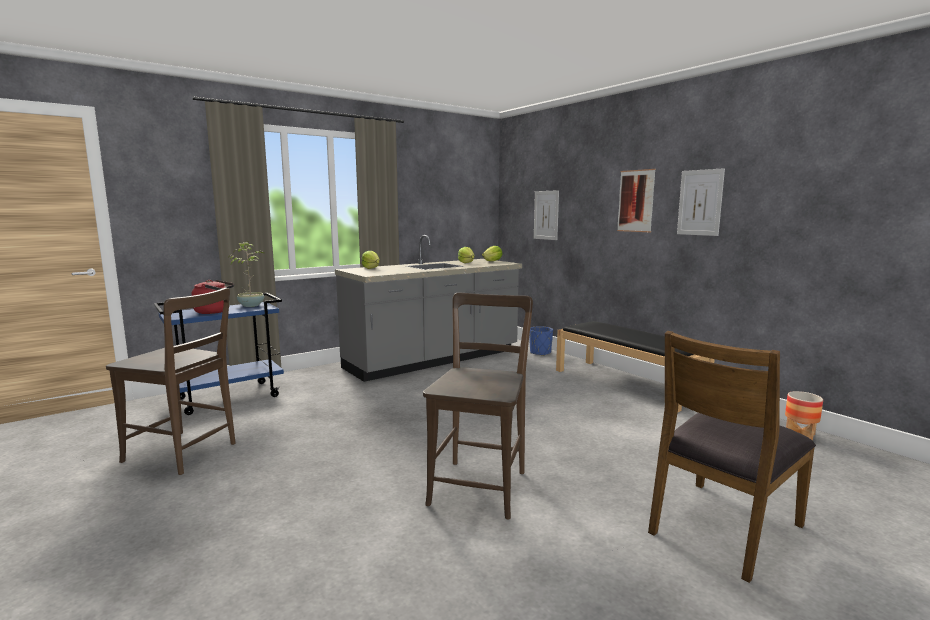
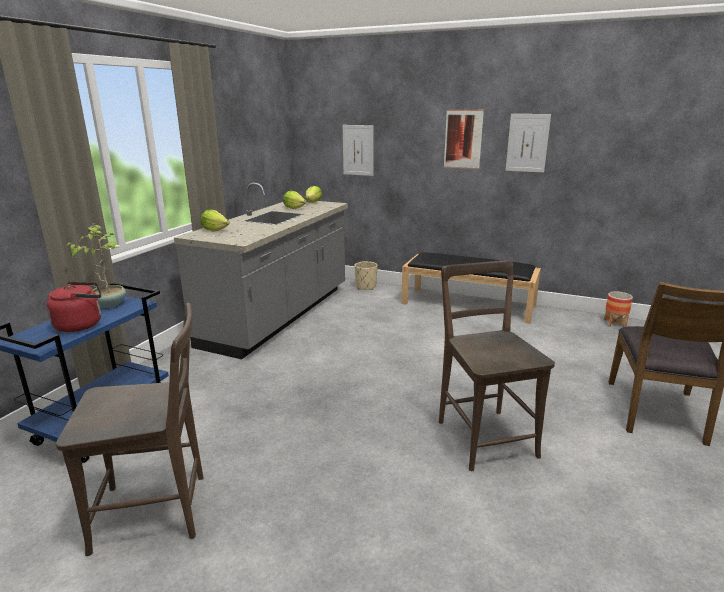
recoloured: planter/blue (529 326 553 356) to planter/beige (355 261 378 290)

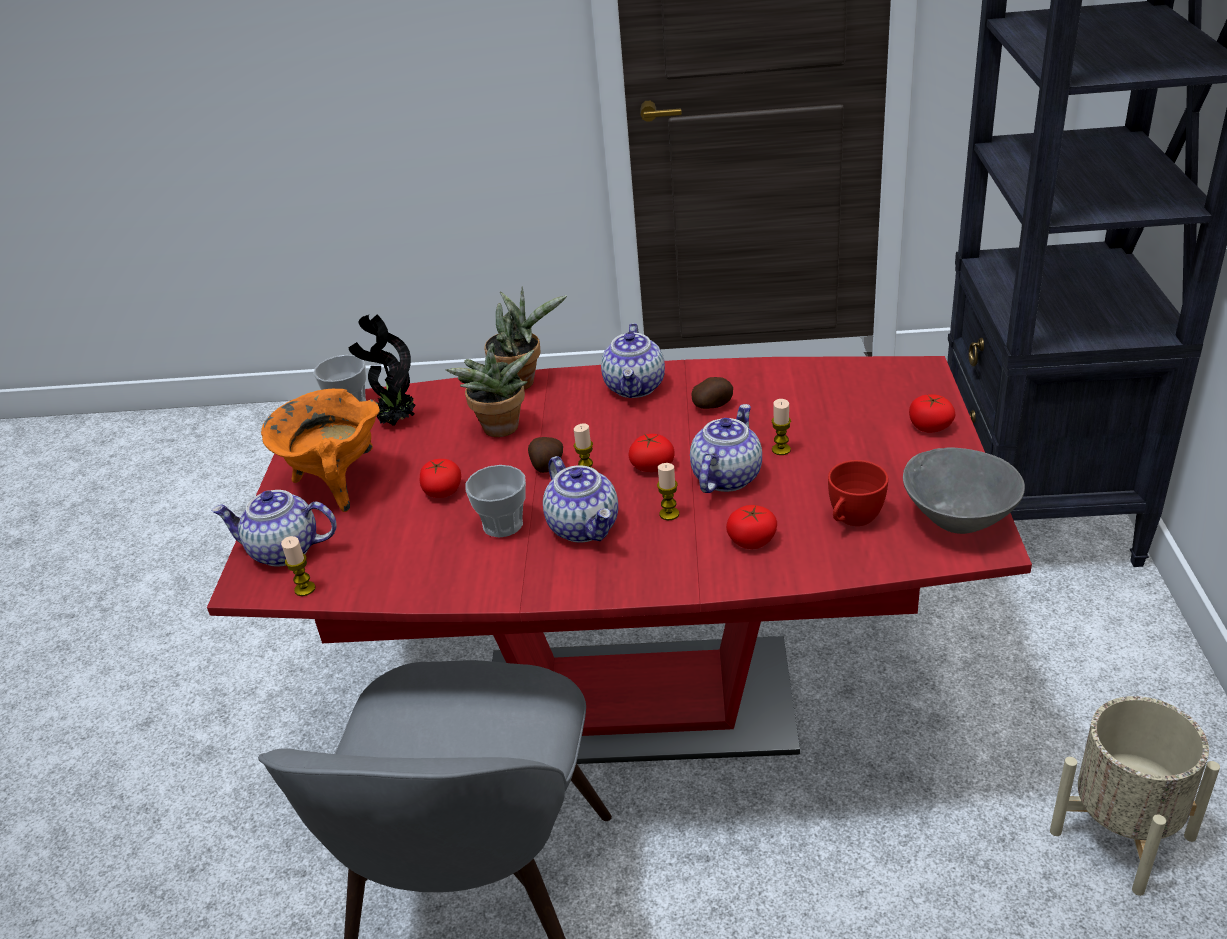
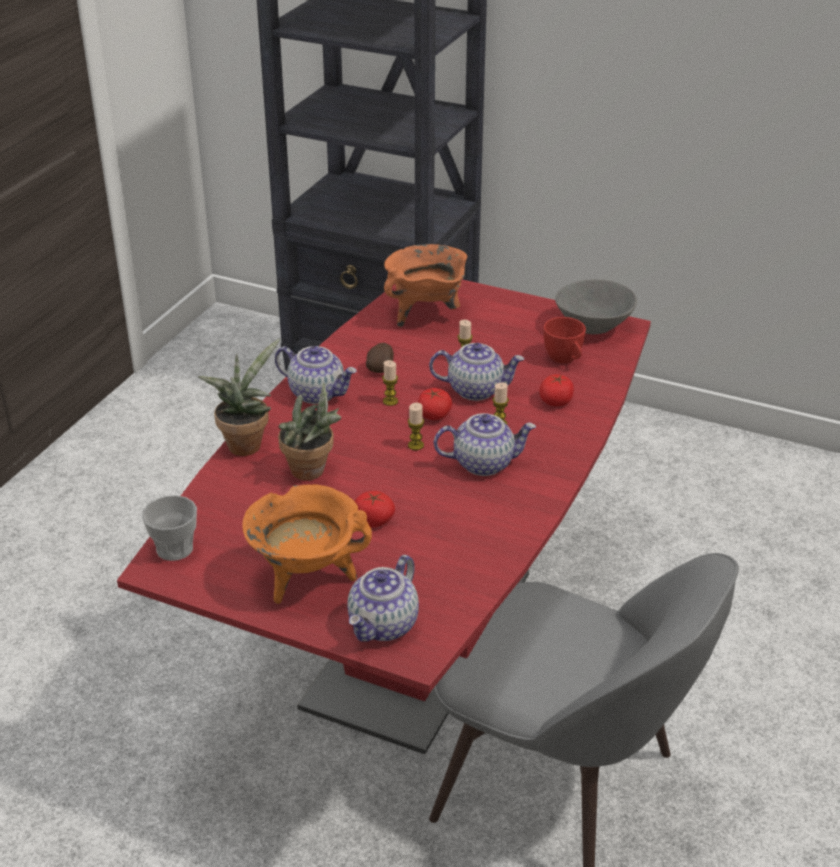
removed: potted plant (348 314 416 426); cup (465 465 526 537); potato (528 437 563 473); tomato (909 394 955 433); planter/beige (1050 696 1220 896)
added: cooking pot/orange (384 244 468 327)
moved: candle (281 536 315 596) to (382 360 398 406)
turned: teapot (690 404 762 493) = (429 343 524 401) 135 degrees clockwise

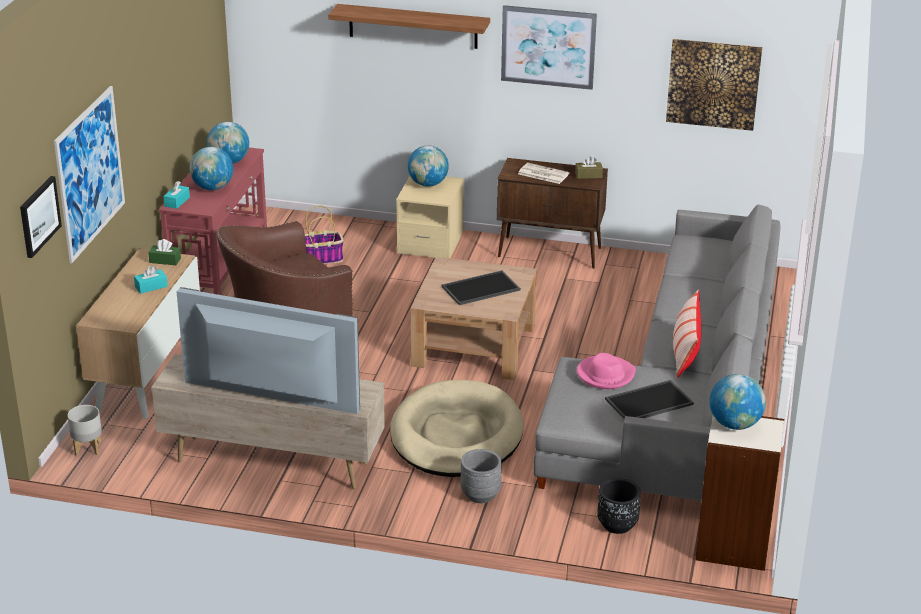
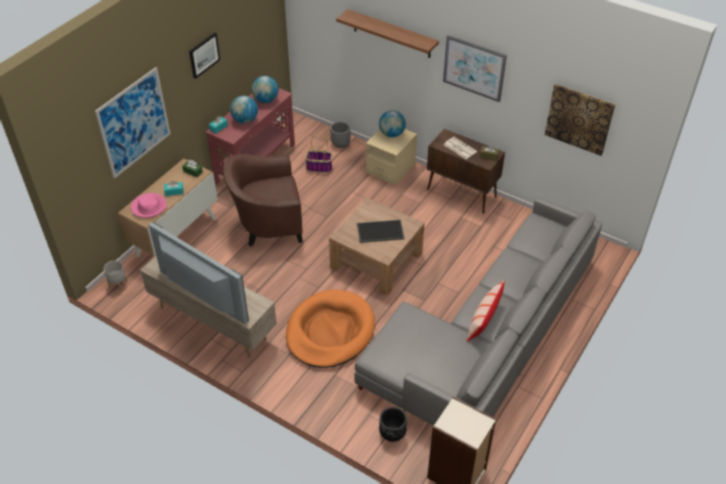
removed: tray (605 380 694 419); globe (709 374 766 430)
moved: hat/pink (577 353 636 389) to (131 193 167 218); picture (20 176 62 258) to (189 32 220 79); planter/grey (461 449 502 503) to (330 121 351 148)
recoloured: dog bed/beige (390 380 524 477) to dog bed/orange (286 290 375 368)

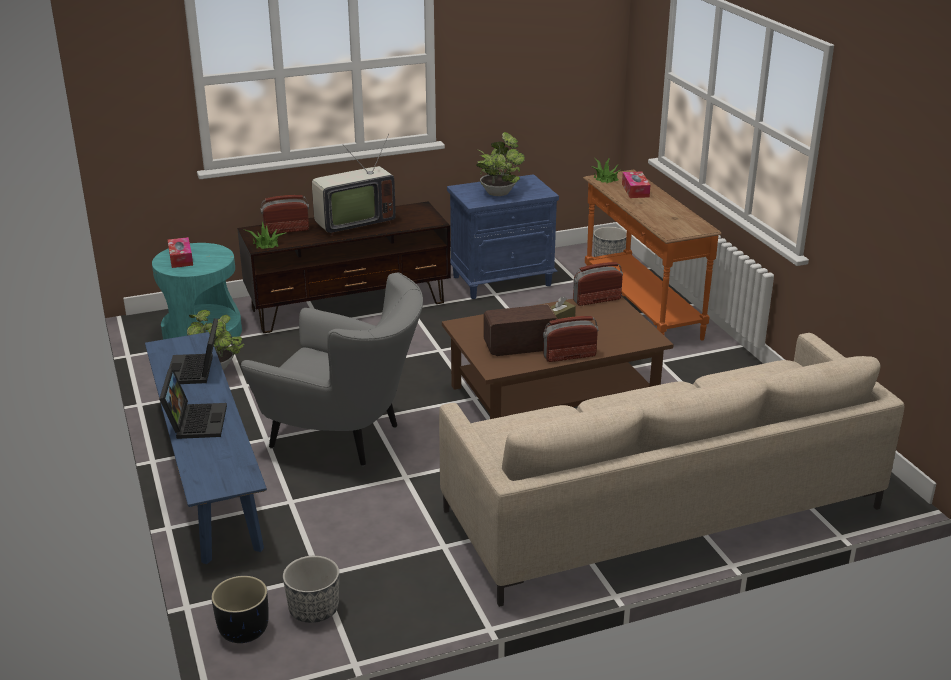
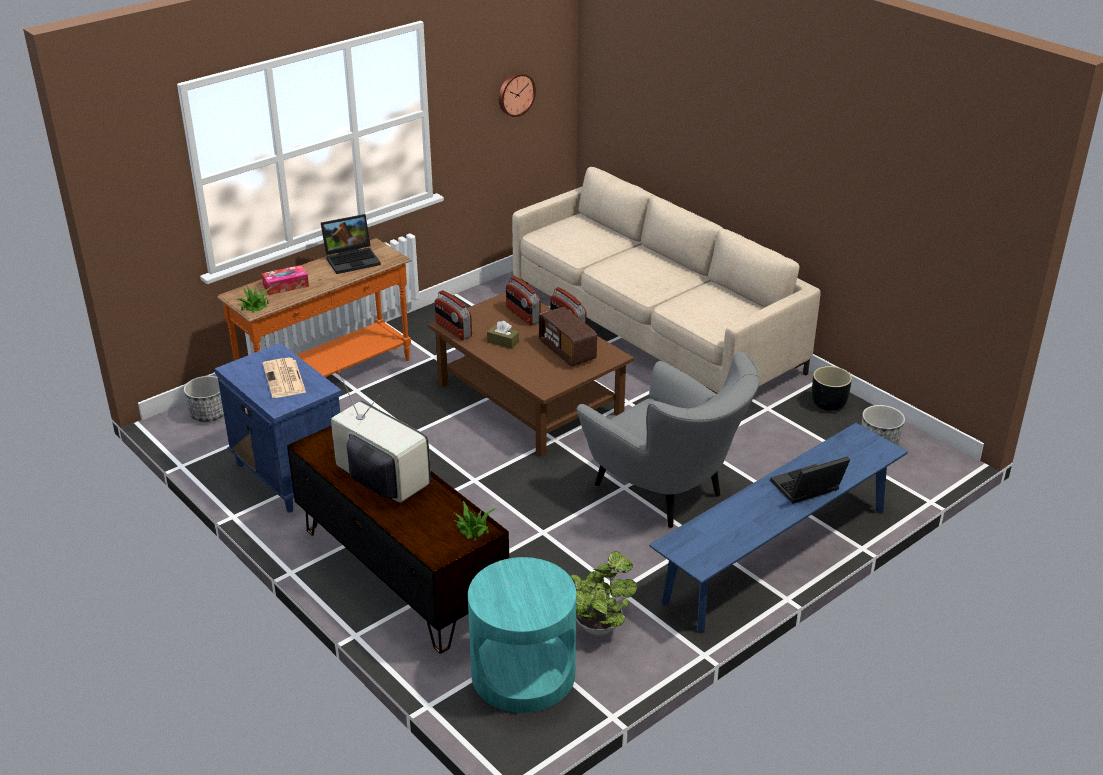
removed: tissue box (168 237 193 268)
added: wall clock (499 73 536 117)
moved: laptop (169 318 218 384) to (321 214 381 274); radio (260 195 309 234) to (506 276 541 326); planter/black (211 576 269 643) to (812 366 852 411)
replaced: potted plant (476 132 525 196) to newspaper (263 358 306 398)
turned: armchair/grey (241 272 423 466) = (576 352 760 528) 135 degrees clockwise

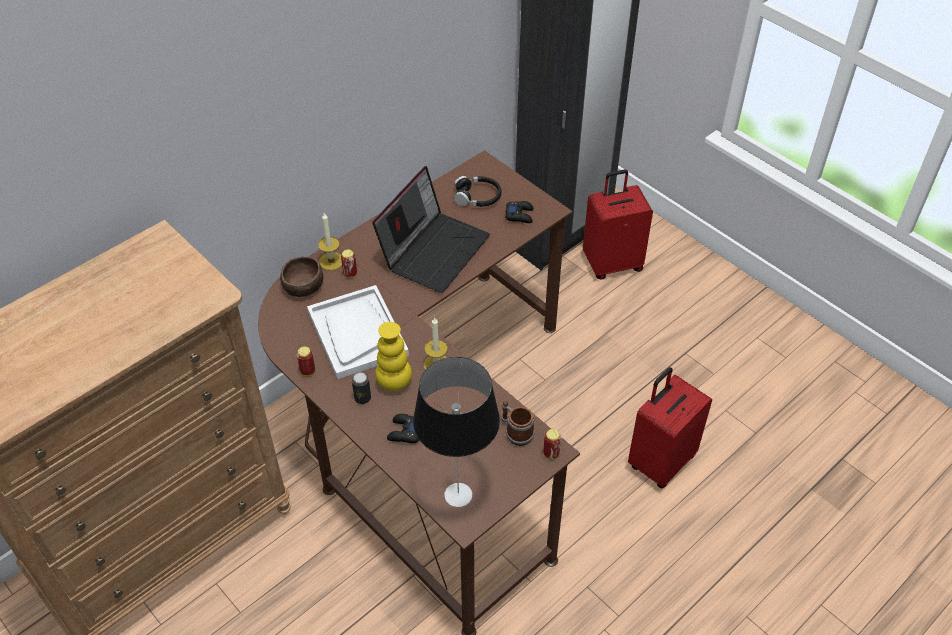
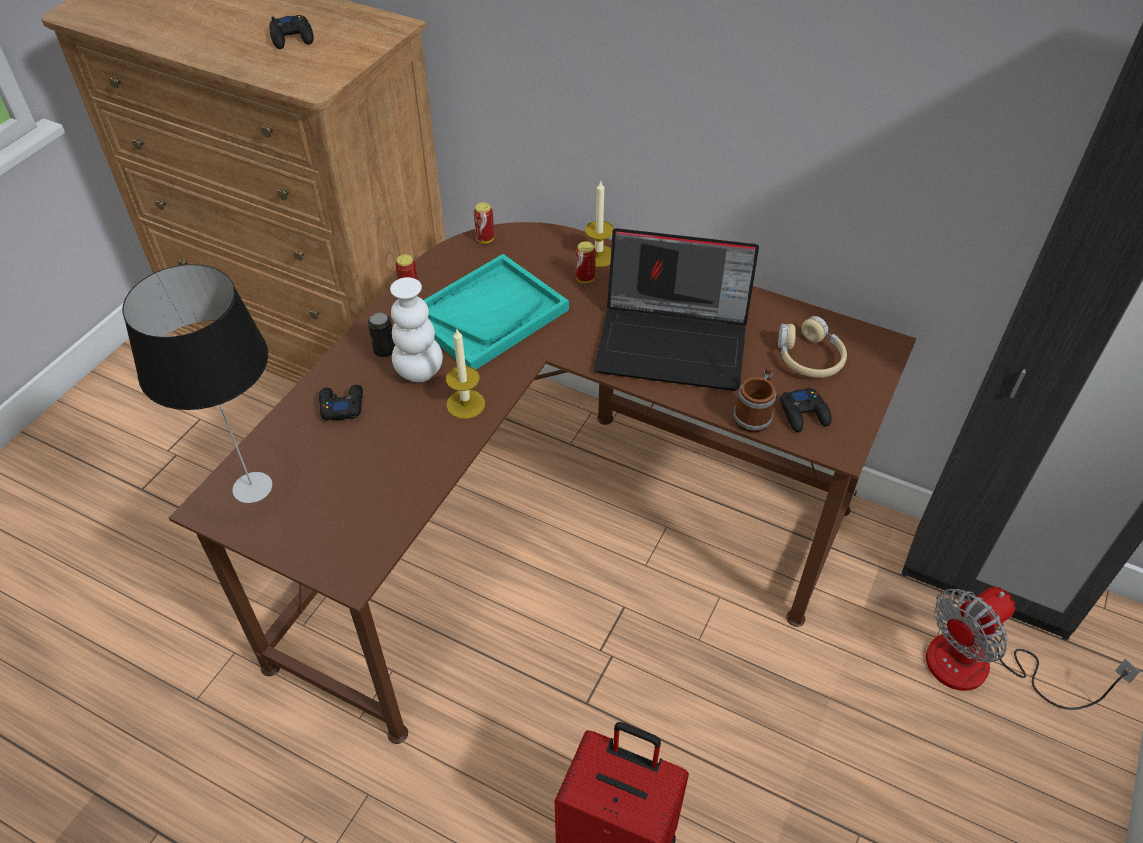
removed: bowl/brown (280 257 323 297)
added: game controller/black (269 15 313 49)
moved: can (543 429 561 460) to (474 202 494 243); mug (502 401 535 446) to (733 366 776 433)
replaced: suitcase/red (583 170 653 280) to fan (926 587 1140 710)
recoloured: vase/yellow (375 322 412 391) to vase/white (390 277 443 382); tray/white (307 285 409 379) to tray/turquoise (424 254 569 370); headphones/black (454 176 501 207) to headphones/beige (778 316 847 378)

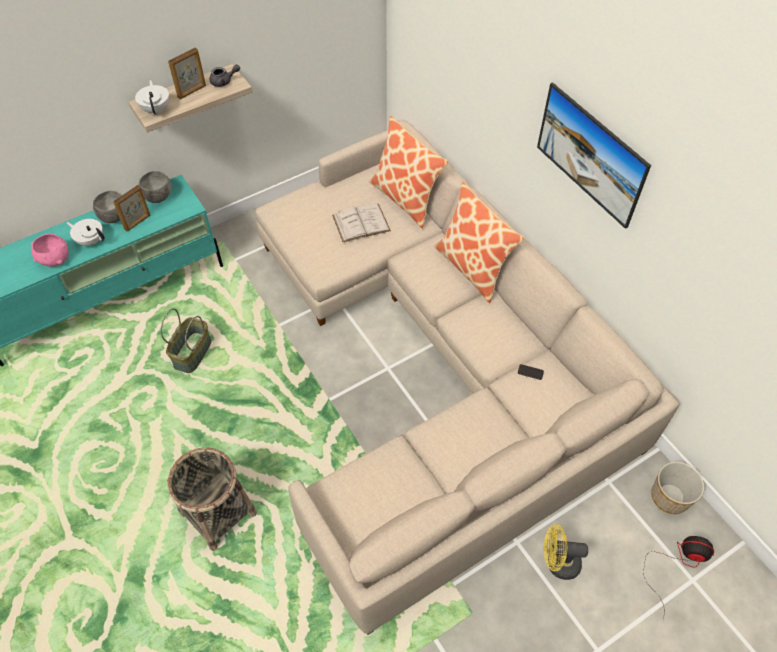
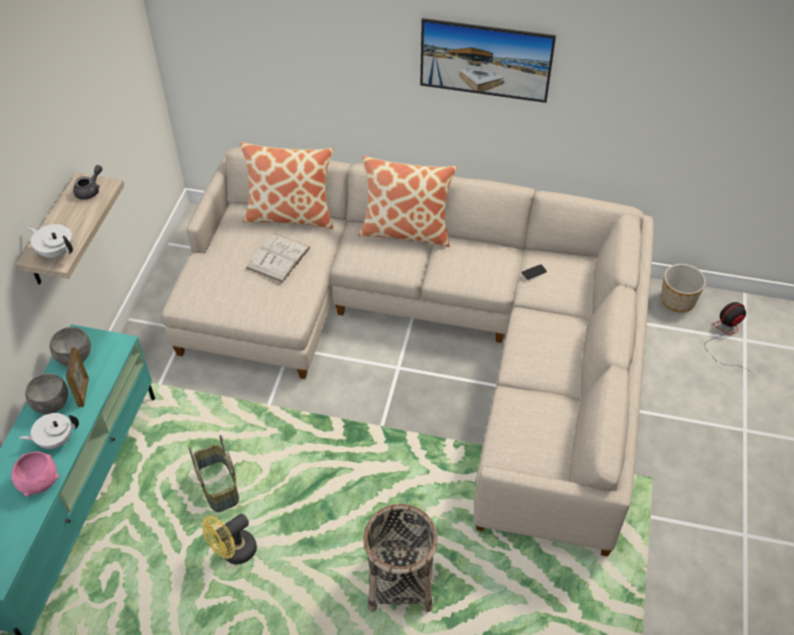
removed: picture frame (168 47 206 99)
moved: fan/yellow (544 524 588 580) to (202 514 257 564)

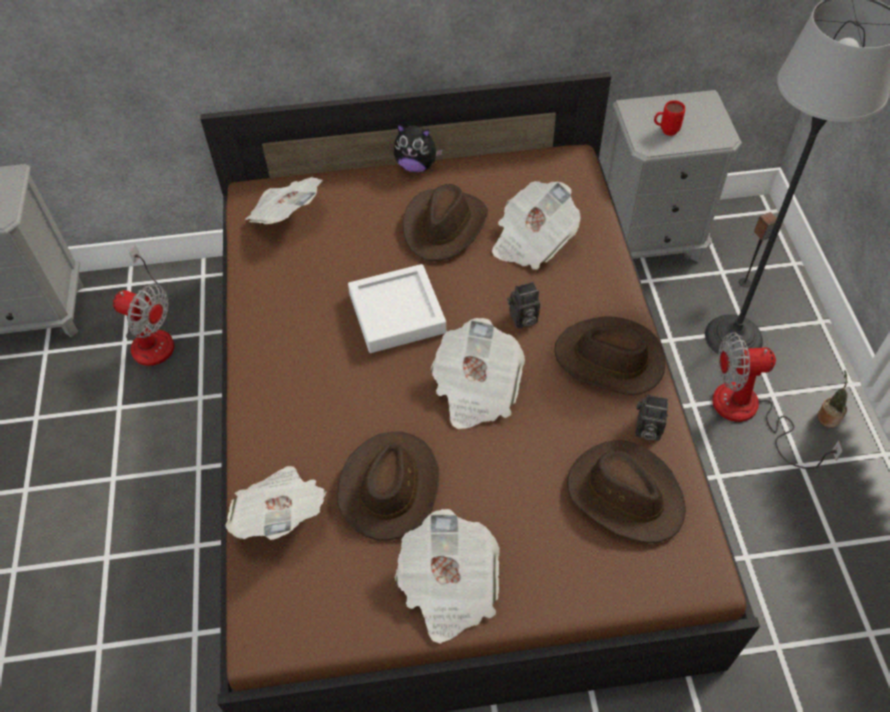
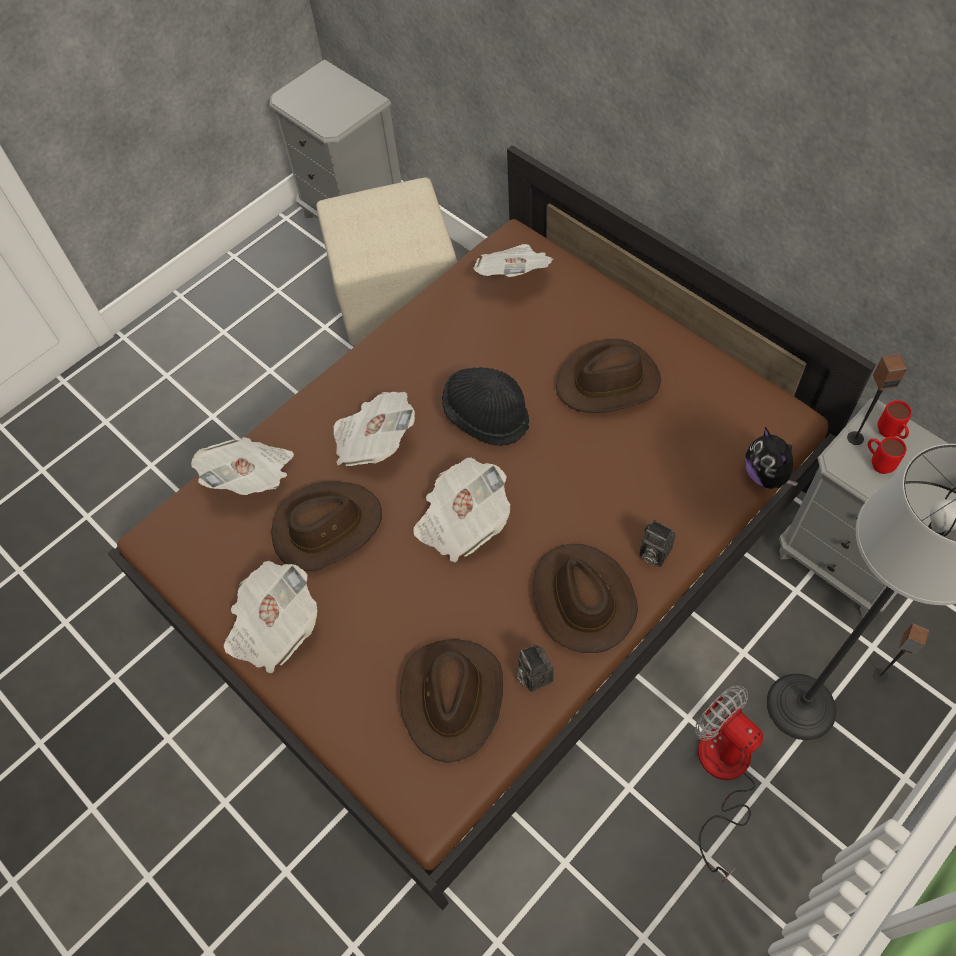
removed: potted plant (817 370 848 428)
added: speaker (847 354 907 445); mug/red (877 400 912 439)
moved: newspaper (492 181 581 270) to (333 392 415 466); photo camera (507 282 540 328) to (639 520 675 567); plush toy (394 124 443 172) to (745 427 798 489)
replaced: fan (113 245 174 366) to ottoman/beige (316 177 457 345); tray/white (348 264 446 353) to hat/black (442 367 529 446)

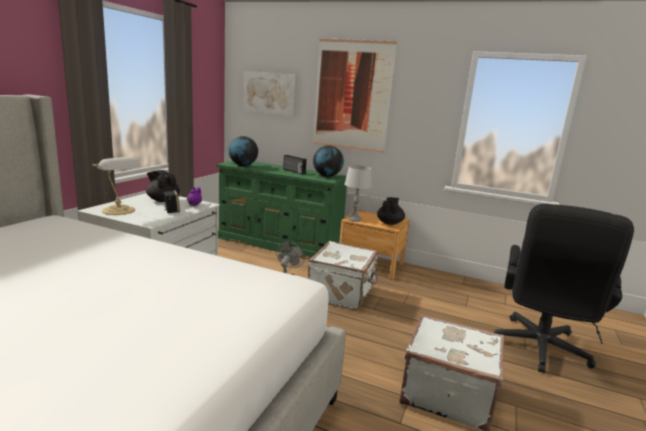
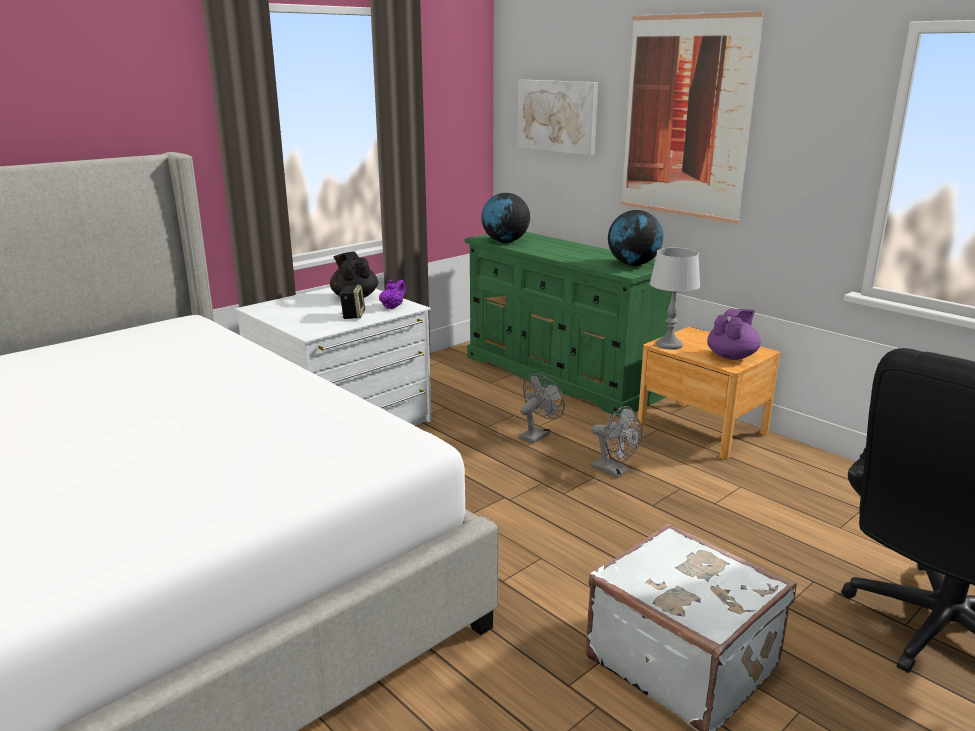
removed: table lamp (92 157 141 215); radio (283 155 306 174)
replaced: suitcase/white (308 241 378 310) to fan/grey (592 406 642 478)
recoloured: teapot/black (377 197 405 225) to teapot/purple (707 309 761 360)

